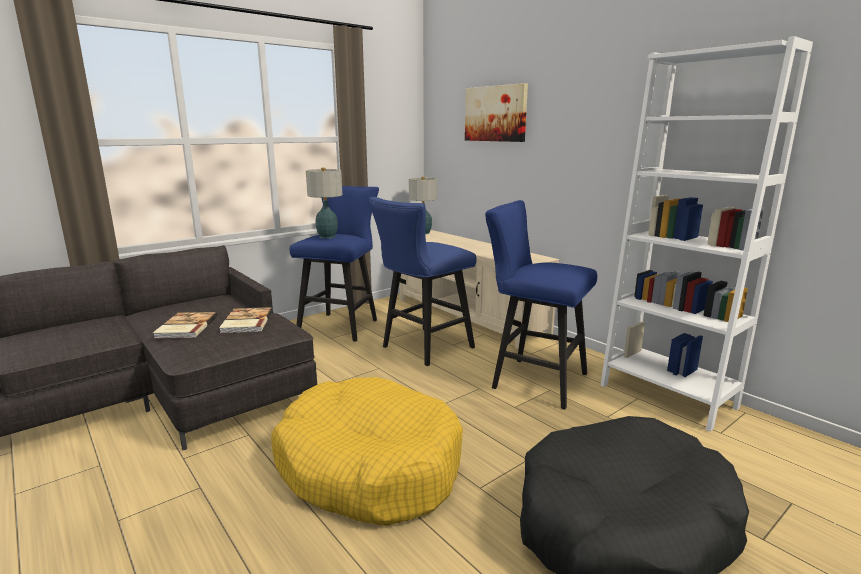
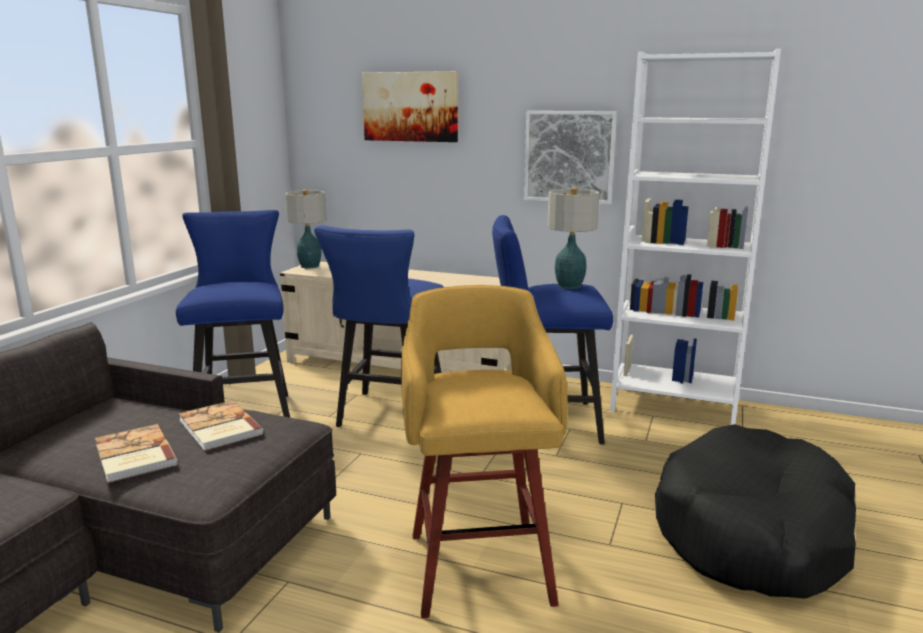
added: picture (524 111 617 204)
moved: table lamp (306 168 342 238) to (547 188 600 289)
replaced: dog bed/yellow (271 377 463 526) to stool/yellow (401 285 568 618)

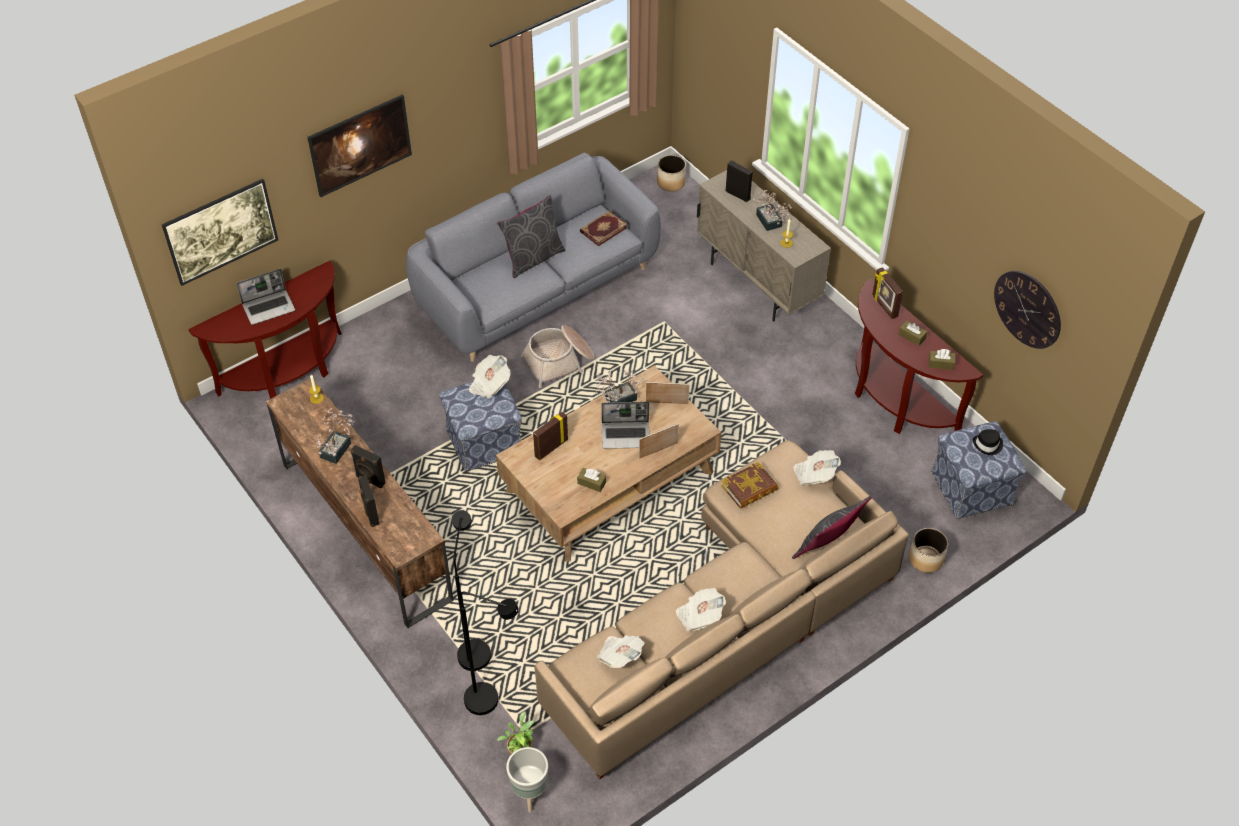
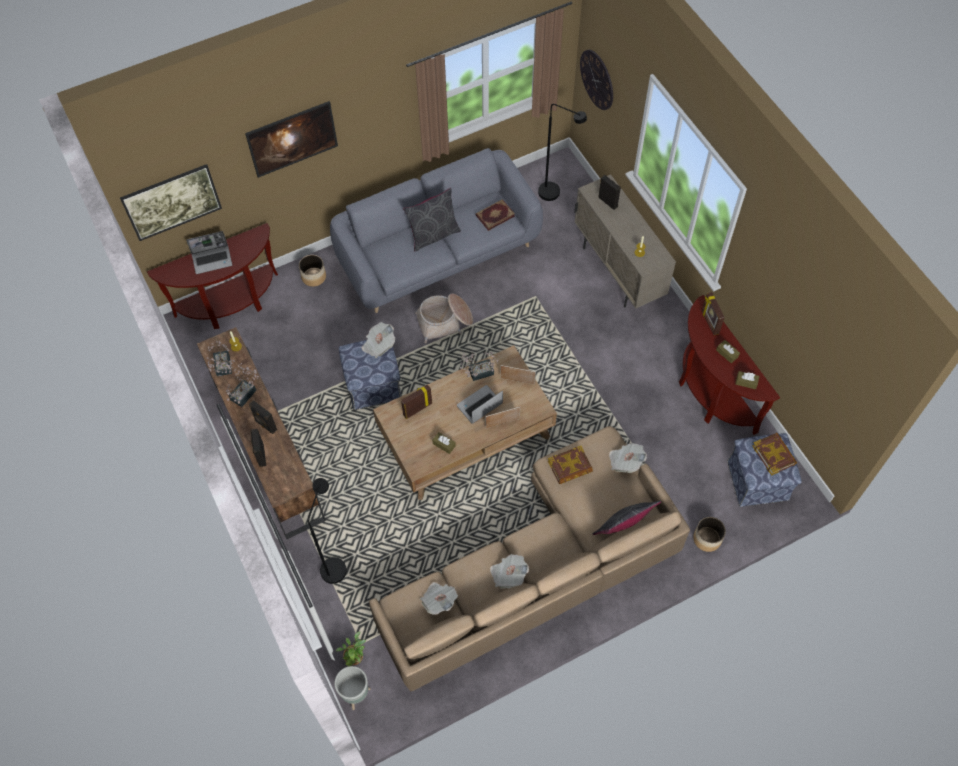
moved: potted plant (753 190 793 231) to (206 341 235 376); planter (657 155 686 192) to (299 255 326 287); floor lamp/black (460 591 519 715) to (538 104 587 201); wall clock (994 271 1061 349) to (580 50 613 110)
replaced: hat/black (973 429 1003 455) to book (752 433 797 476)
turned: laptop (601 402 650 449) = (457 385 503 424) 135 degrees clockwise

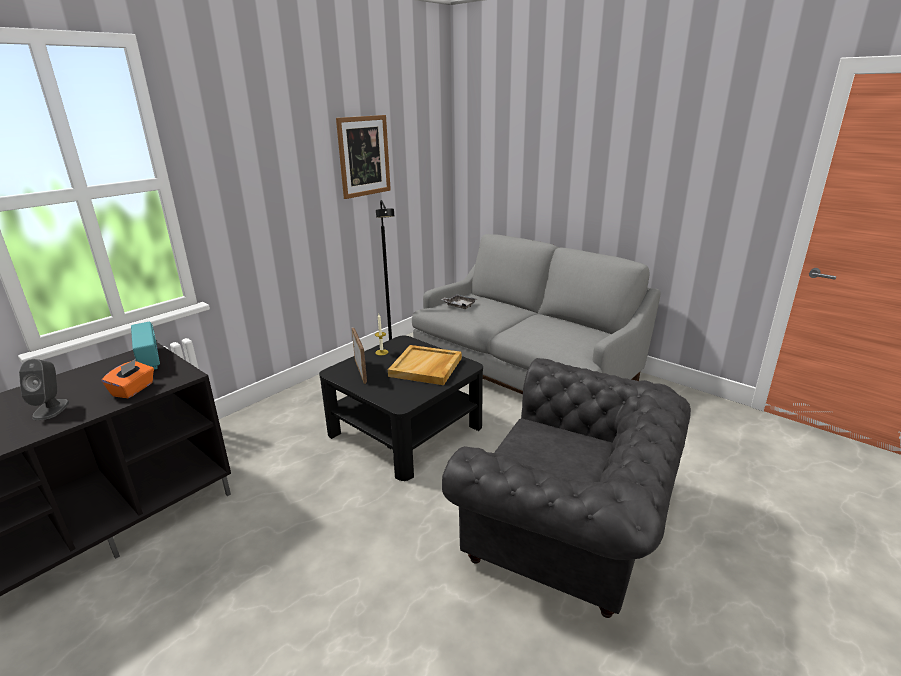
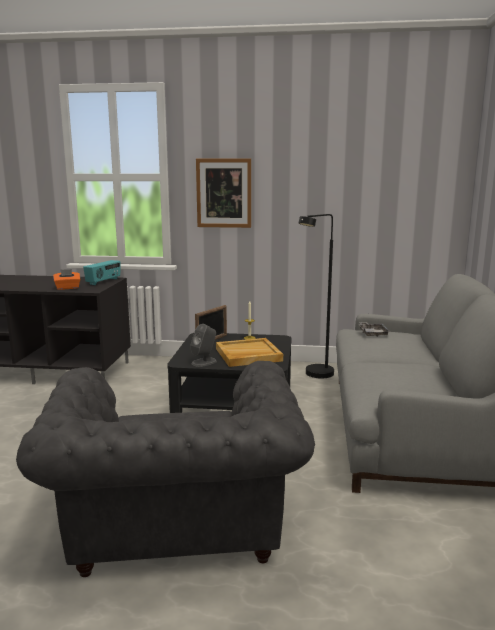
moved: speaker/grey (19 359 69 420) to (190 324 217 367); picture (336 115 391 199) to (196 158 251 228)

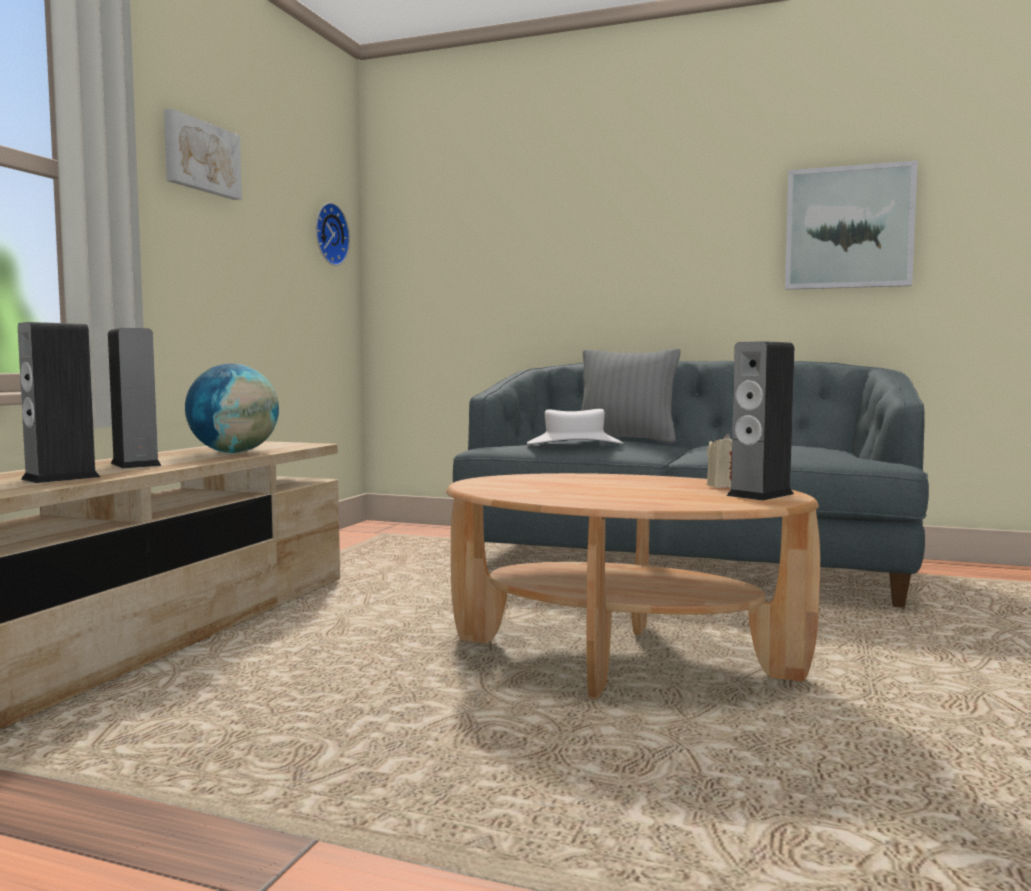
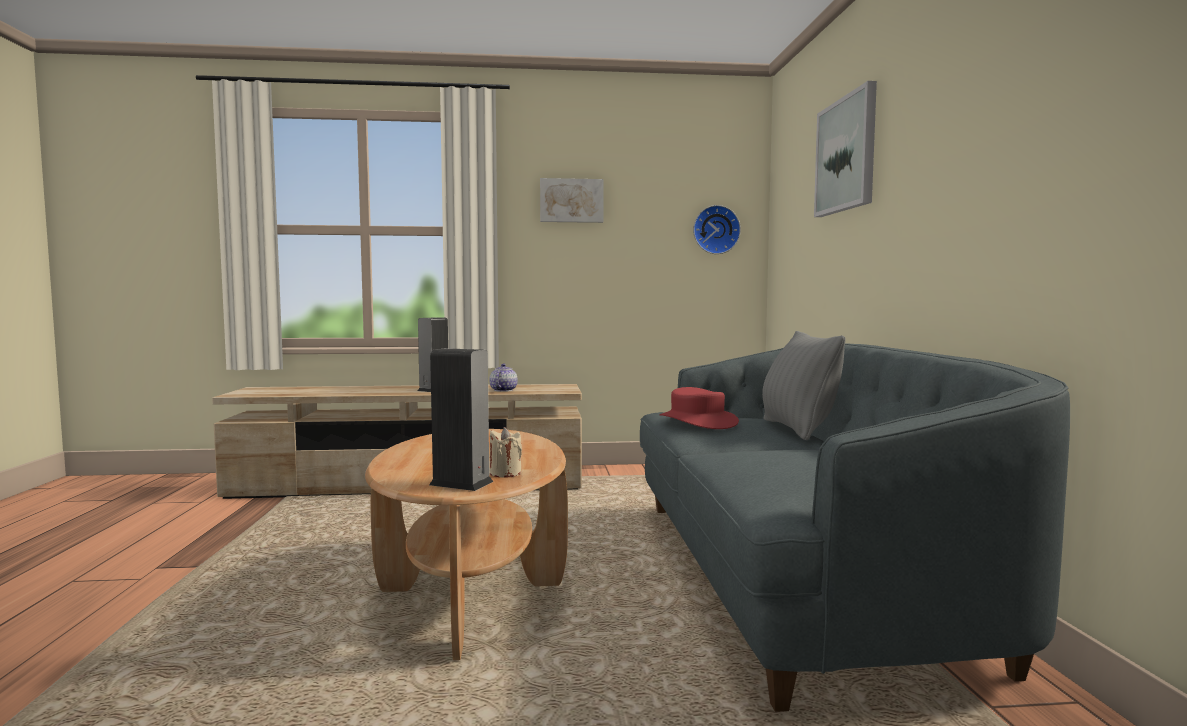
removed: speaker (18 322 100 483)
moved: picture (785 160 918 290) to (814 81 877 217)
replaced: globe (185 363 279 453) to teapot (489 363 518 392)
recoloured: hat/white (527 409 623 445) to hat/red (659 387 739 429)

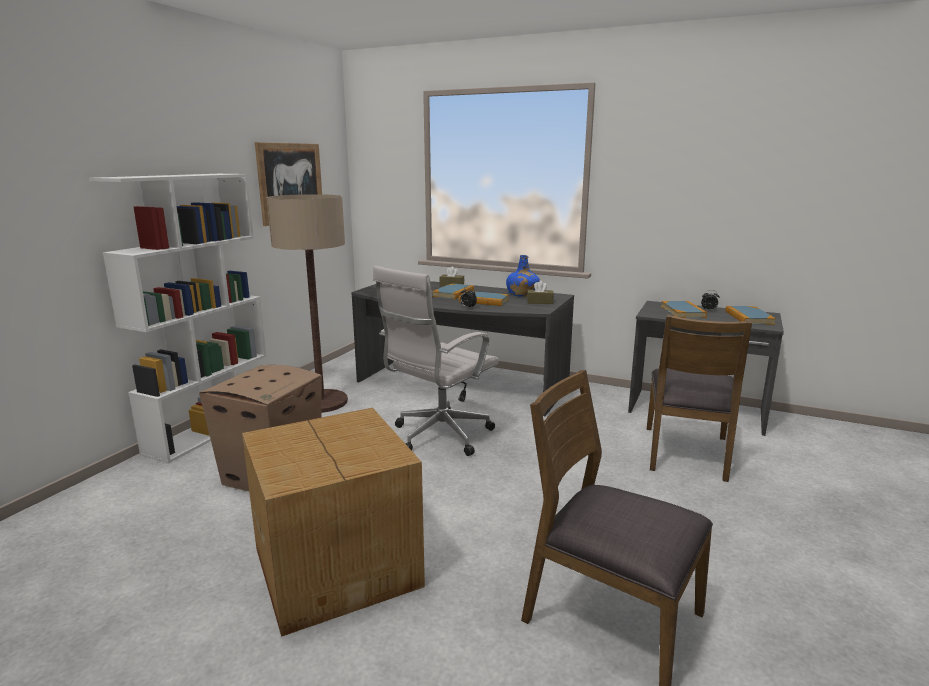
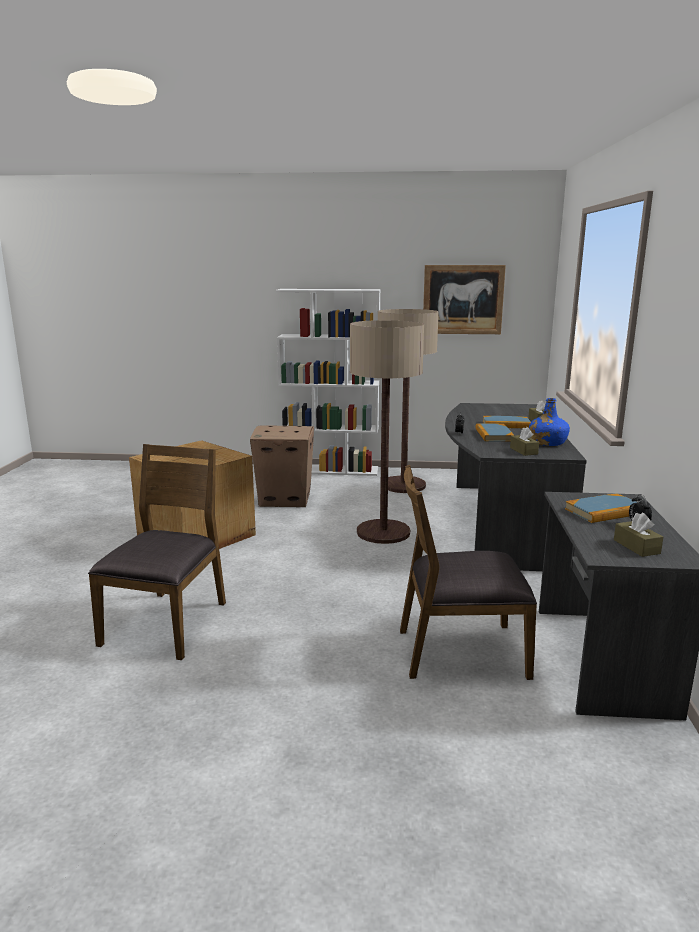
replaced: office chair/white (373 266 499 456) to floor lamp (350 320 424 544); book (725 306 776 325) to tissue box/brown (614 513 663 557)

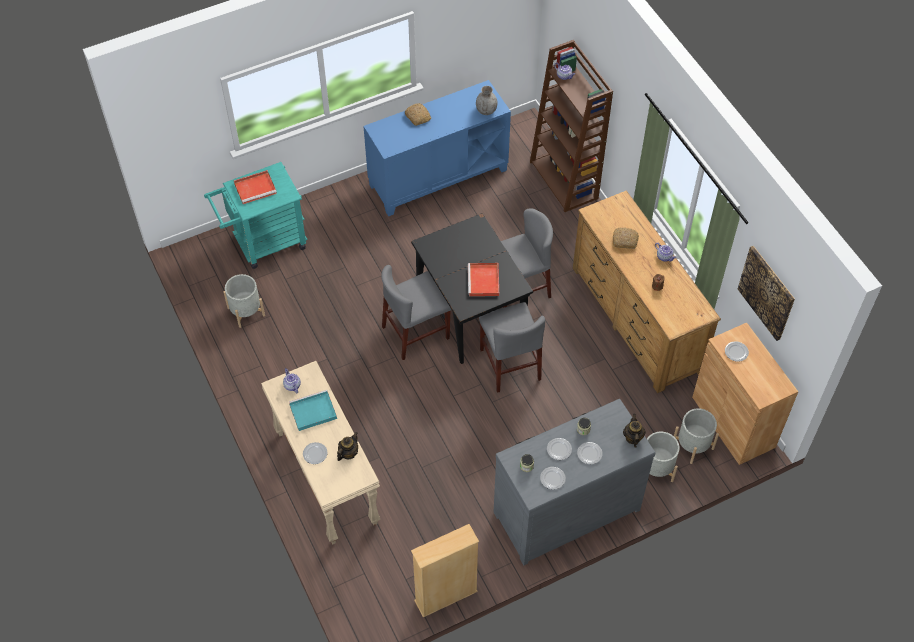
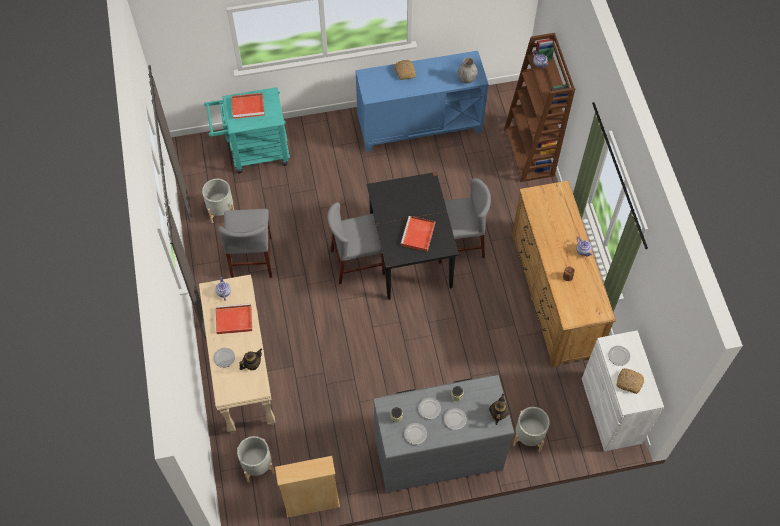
removed: picture (738 246 795 341)
moved: chair/grey (479 302 545 393) to (218 209 272 278); planter/grey (674 408 719 464) to (237 436 275 482); bread (613 228 639 249) to (617 368 644 394)
recoloured: tray/turquoise (289 390 337 431) to tray/red (216 303 252 334); cabinet/brown (692 323 798 465) to cabinet/white (582 330 664 451)

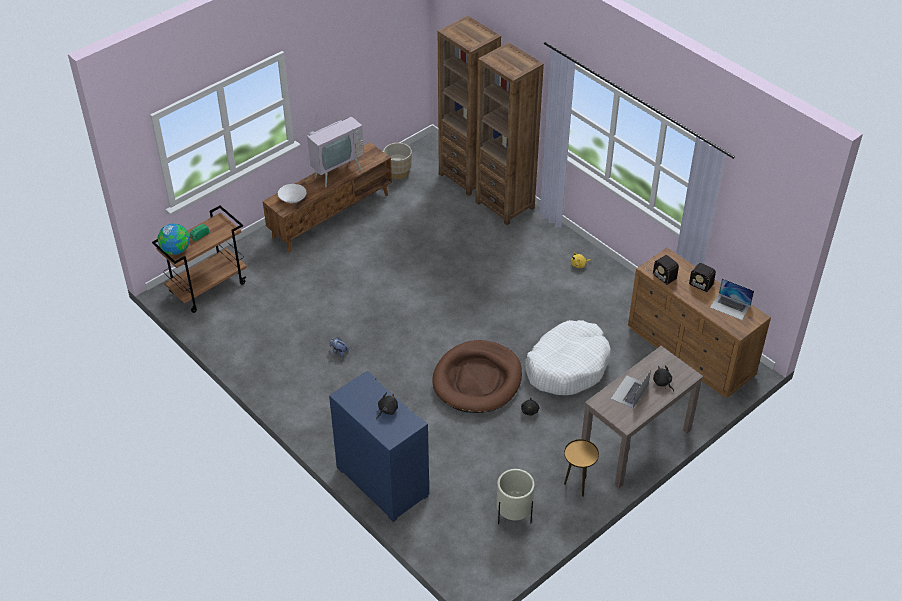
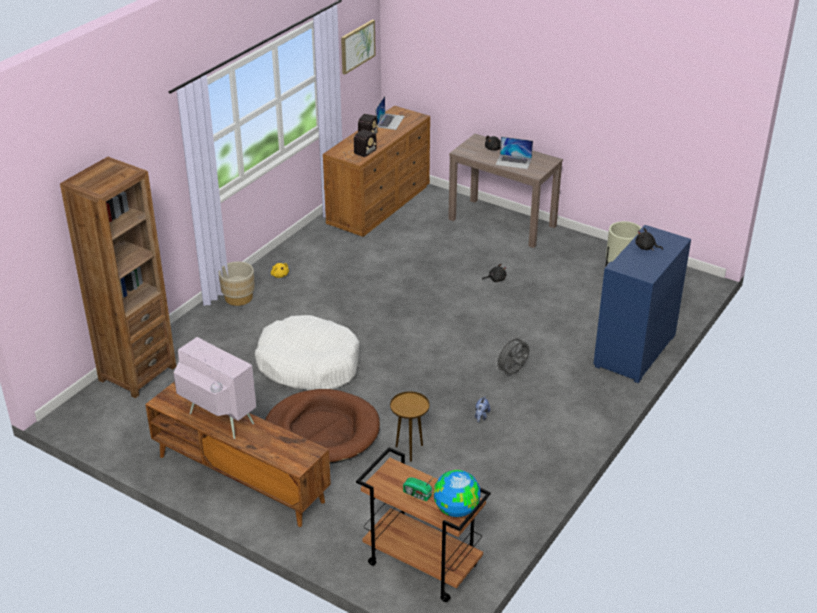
removed: bowl/white (278 184 307 203); bookcase/brown (476 42 544 225)
added: picture (341 20 376 75); fan/grey (495 335 529 375)
moved: planter/beige (383 143 412 179) to (219 262 255 306); dog bed/white (525 320 611 395) to (255 315 359 390); dog bed/brown (432 340 522 413) to (265 389 380 464); side table/brown (564 439 599 497) to (390 391 430 462)

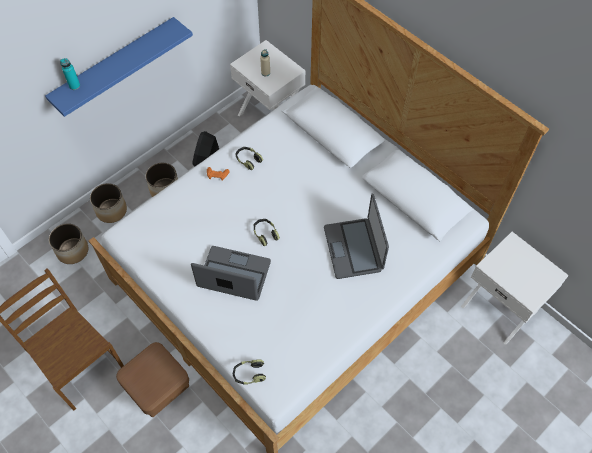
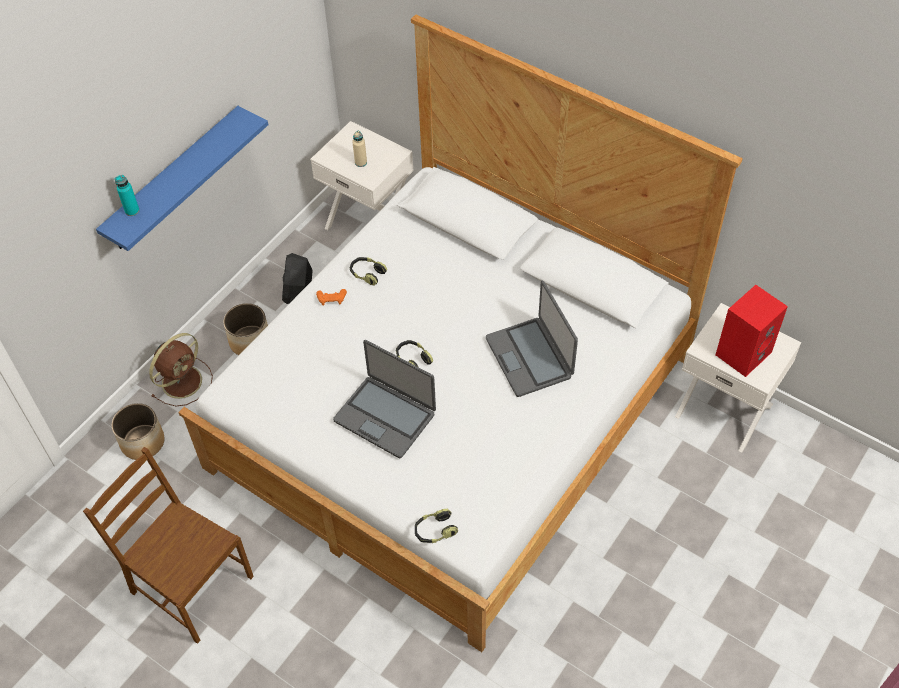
removed: ottoman/brown (116 342 189 417)
added: speaker/red (716 285 788 377)
replaced: planter (90 183 127 223) to fan/brown (149 333 213 406)
turned: laptop (191 246 271 301) = (333 340 436 458) 150 degrees counterclockwise

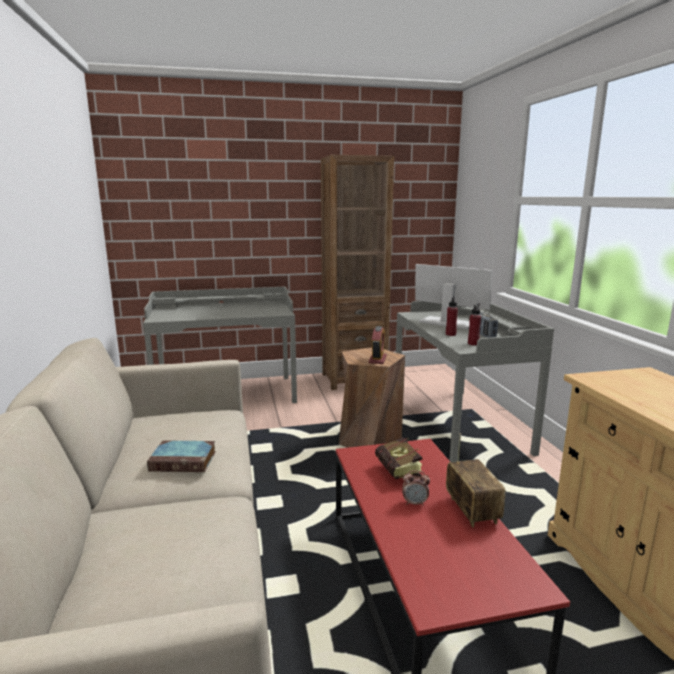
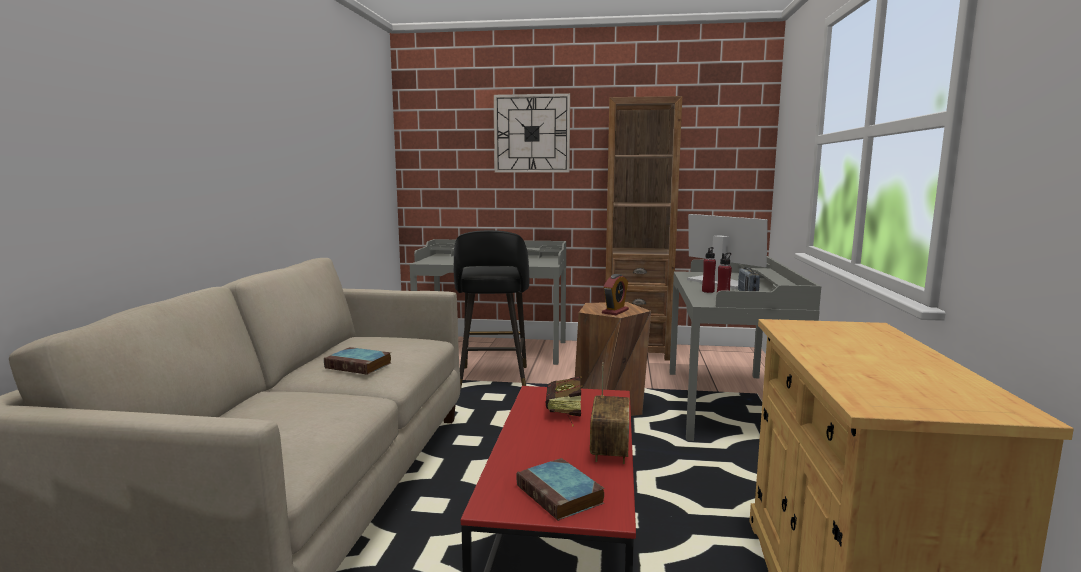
removed: alarm clock (402 470 430 506)
added: stool/black (454 230 529 389); wall clock (494 93 570 173); book (517 458 605 521)

